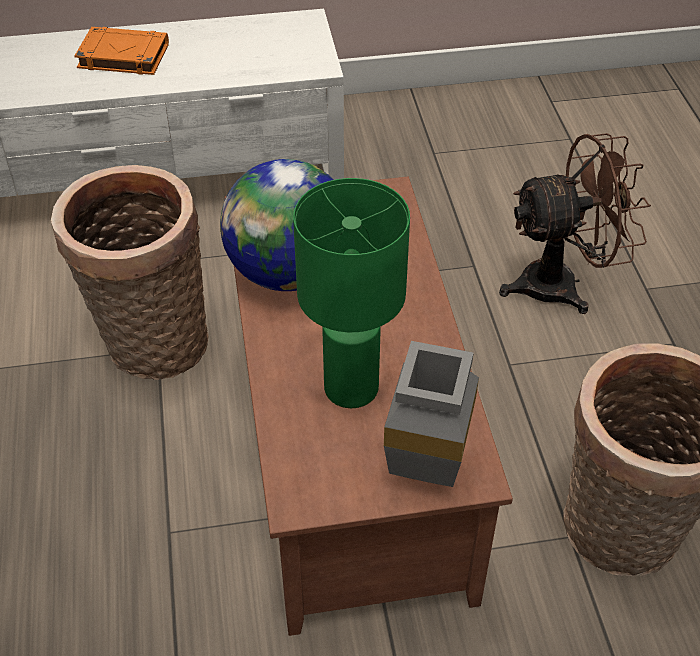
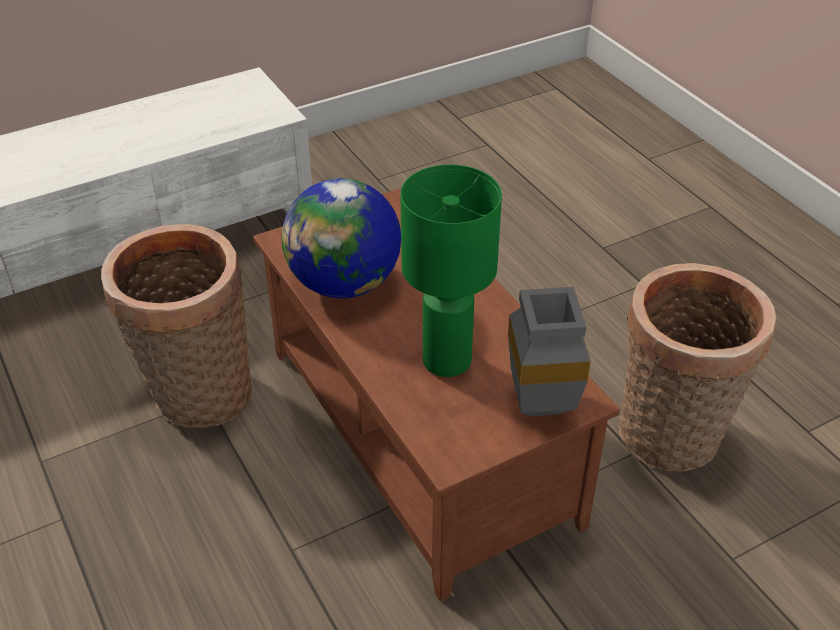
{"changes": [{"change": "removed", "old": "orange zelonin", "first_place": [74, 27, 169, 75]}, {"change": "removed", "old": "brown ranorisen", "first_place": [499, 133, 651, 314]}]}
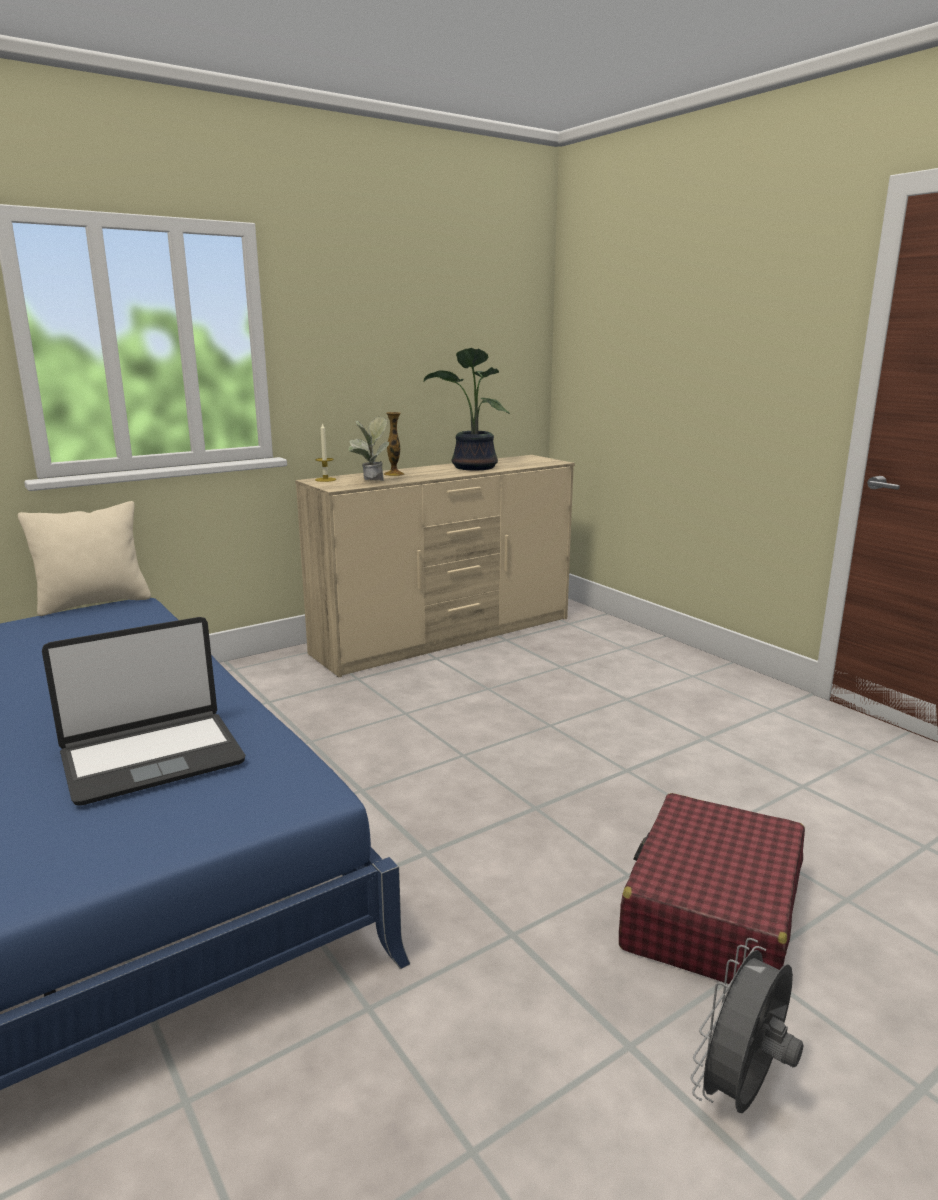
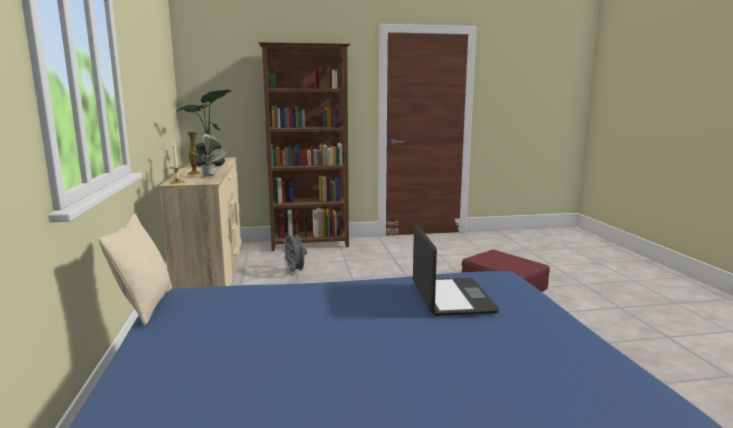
{"changes": [{"change": "added", "new": "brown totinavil", "second_place": [259, 42, 351, 251]}, {"change": "moved", "old": "grey ranorisen", "first_place": [690, 938, 803, 1113], "second_place": [282, 233, 307, 275]}]}
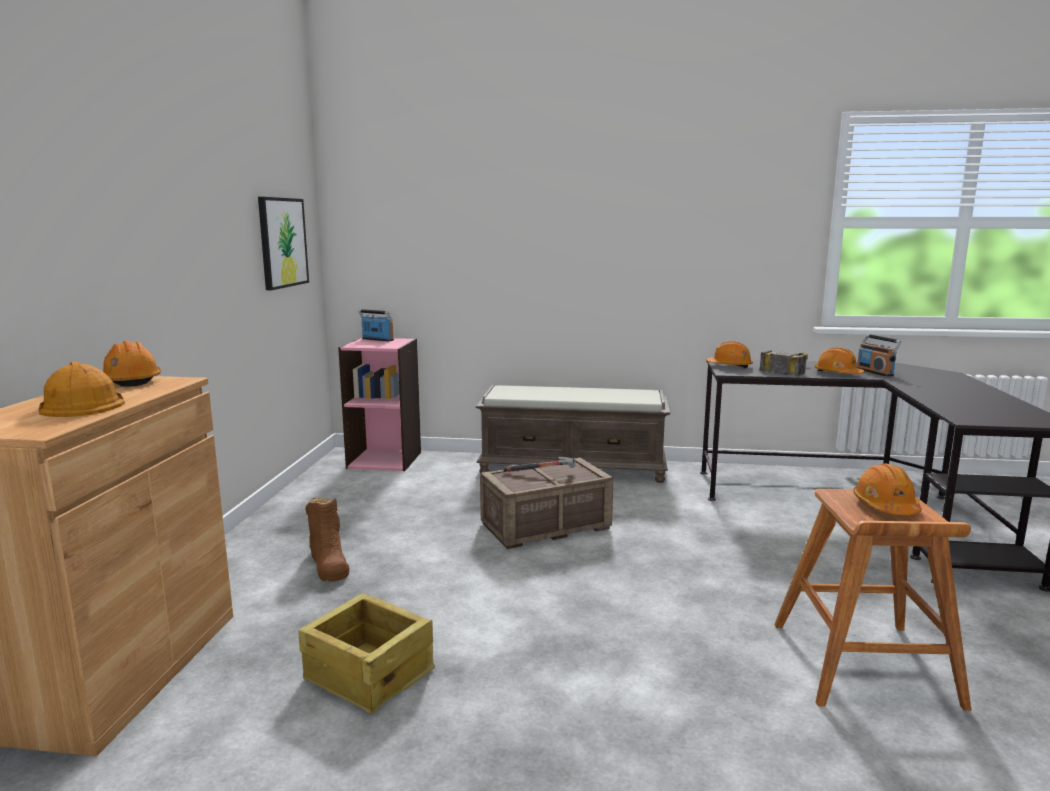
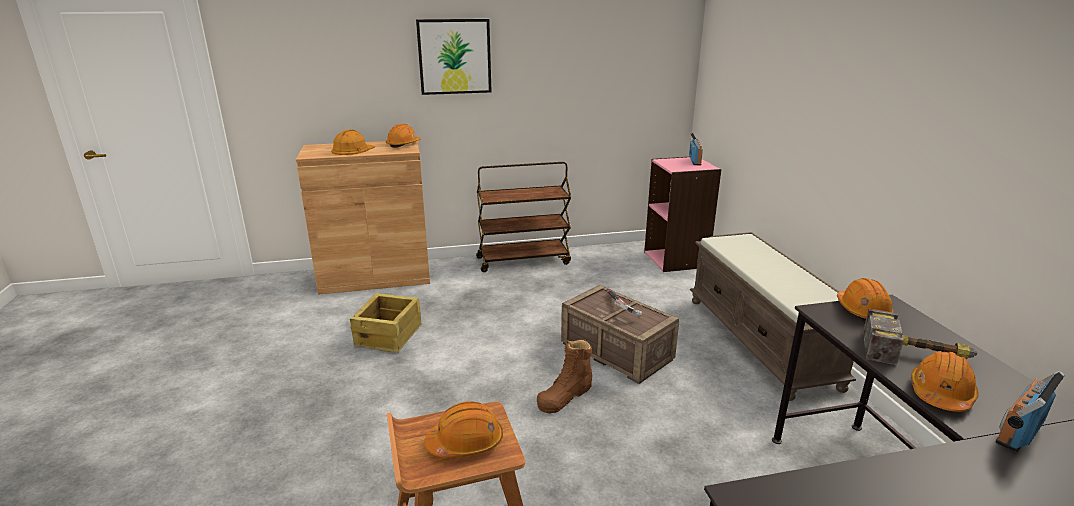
{"changes": [{"change": "added", "new": "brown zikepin", "second_place": [476, 162, 571, 272]}, {"change": "moved", "old": "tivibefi", "first_place": [258, 197, 309, 290], "second_place": [416, 19, 492, 95]}, {"change": "moved", "old": "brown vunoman", "first_place": [306, 498, 349, 582], "second_place": [537, 339, 592, 413]}]}
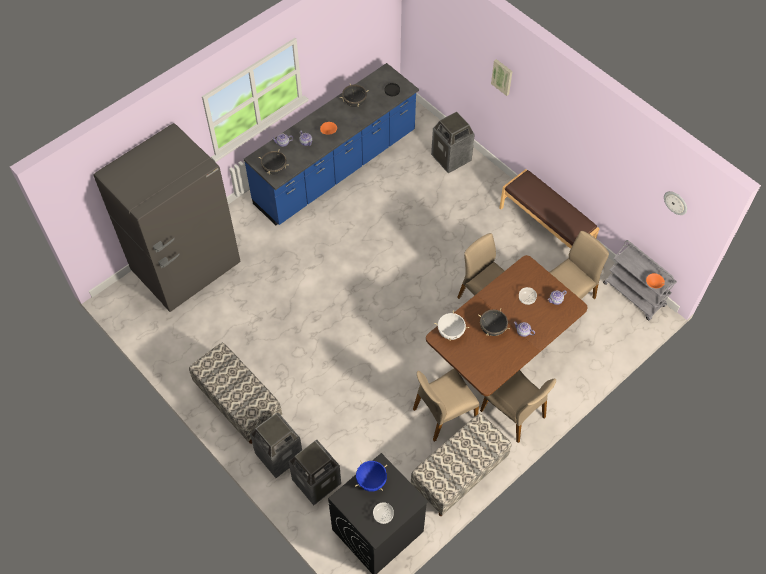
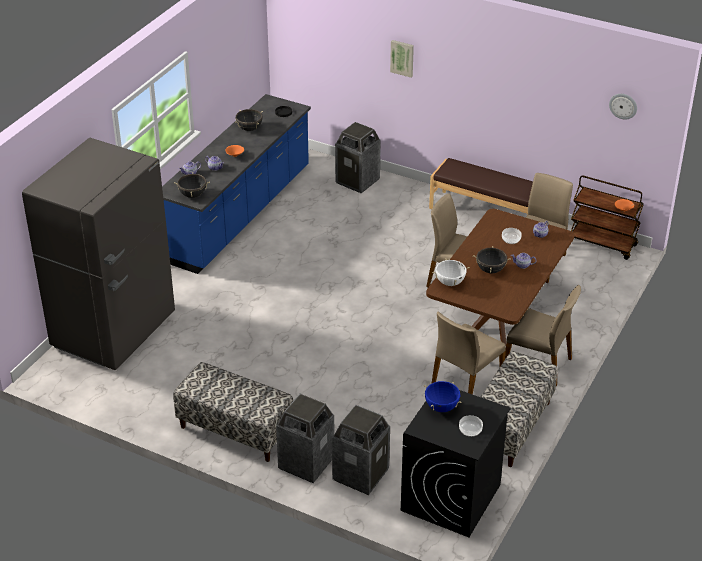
{"changes": [{"change": "recoloured", "old": "grey zikepin", "new": "brown zikepin", "first_place": [603, 240, 677, 320], "second_place": [571, 175, 644, 260]}]}
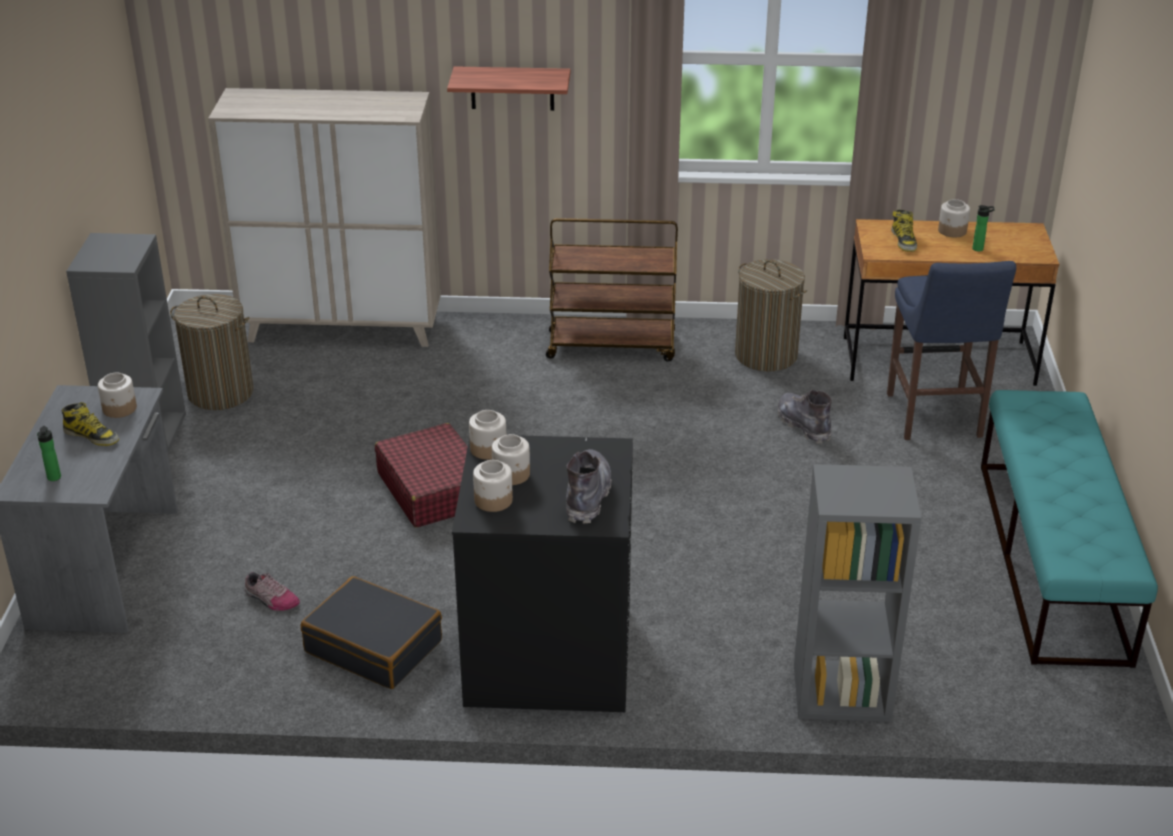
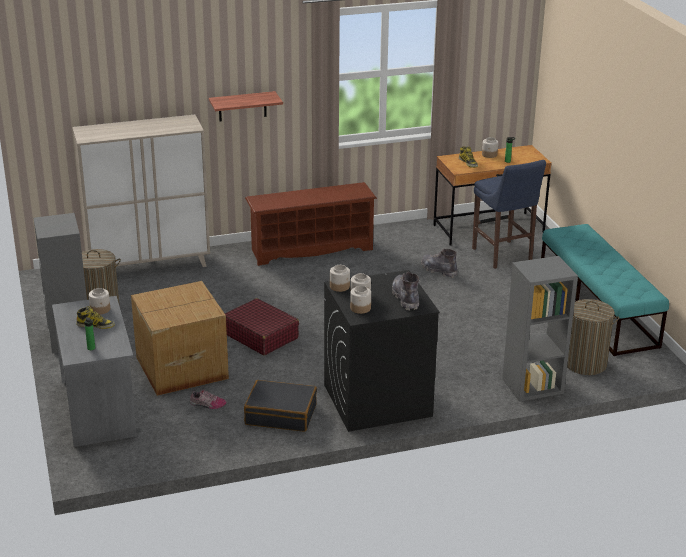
{"changes": [{"change": "added", "new": "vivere", "second_place": [131, 281, 229, 396]}, {"change": "moved", "old": "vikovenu", "first_place": [735, 259, 807, 372], "second_place": [567, 299, 619, 375]}, {"change": "replaced", "old": "brown zikepin", "new": "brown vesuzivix", "first_place": [546, 218, 678, 362], "second_place": [245, 182, 377, 266]}]}
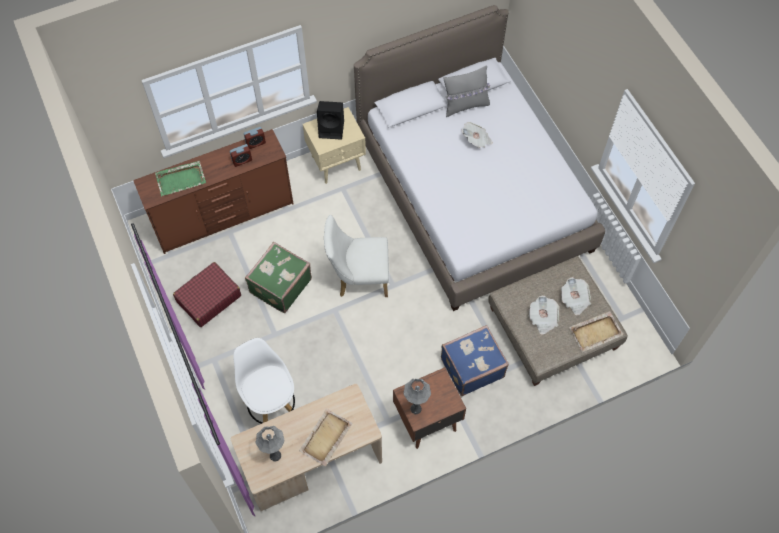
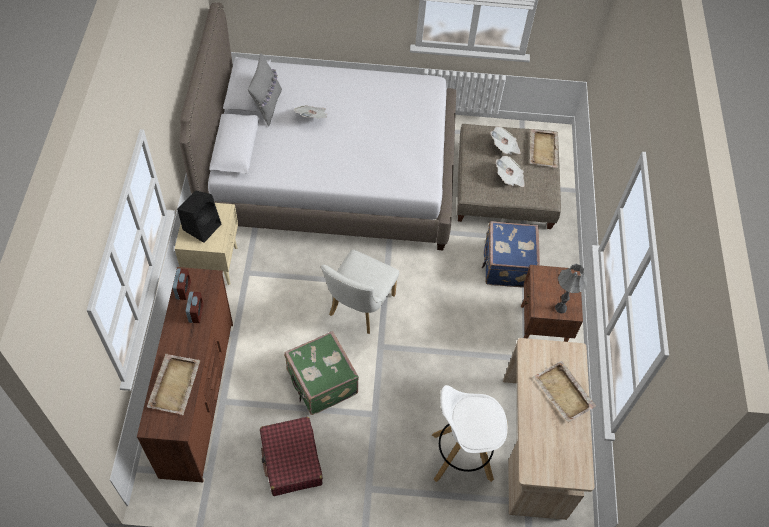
{"changes": [{"change": "removed", "old": "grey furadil", "first_place": [256, 426, 284, 461]}, {"change": "recoloured", "old": "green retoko", "new": "beige retoko", "first_place": [155, 161, 206, 196], "second_place": [147, 354, 200, 415]}]}
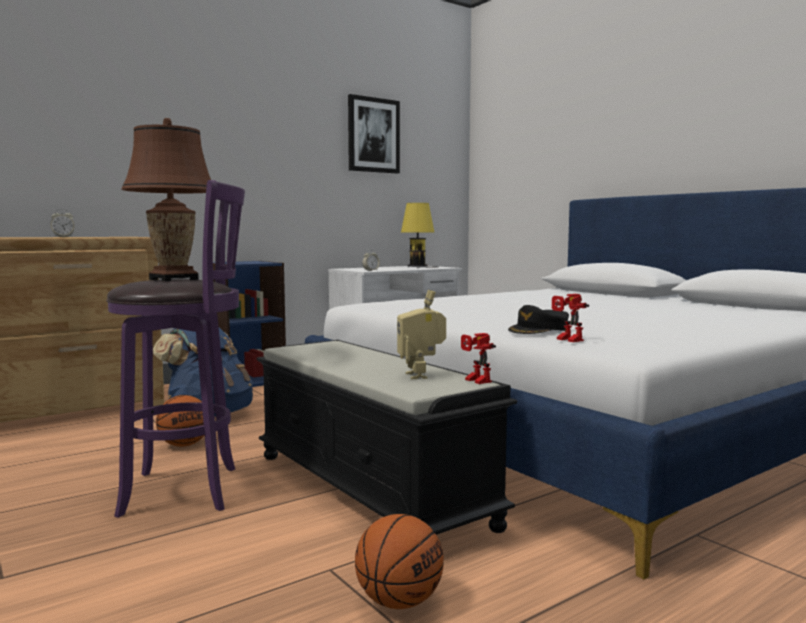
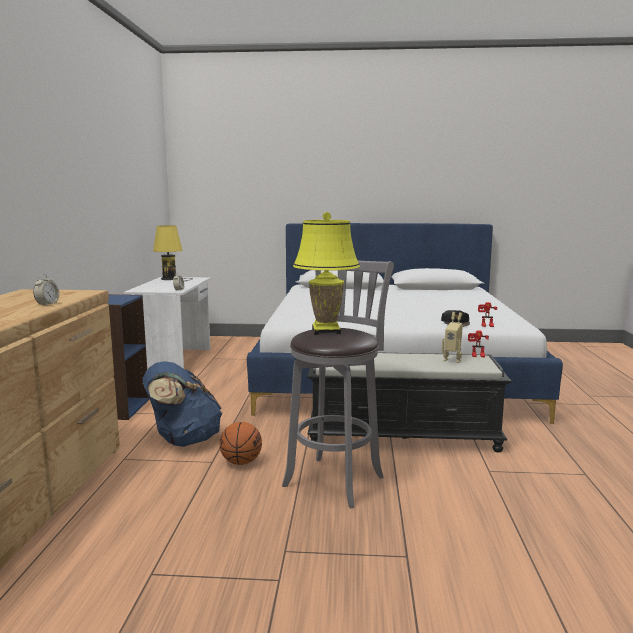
{"changes": [{"change": "removed", "old": "tivibefi", "first_place": [348, 94, 400, 174]}, {"change": "removed", "old": "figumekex", "first_place": [355, 514, 444, 609]}, {"change": "recoloured", "old": "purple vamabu", "new": "grey vamabu", "first_place": [106, 180, 245, 518], "second_place": [282, 260, 394, 508]}, {"change": "recoloured", "old": "brown furadil", "new": "yellow furadil", "first_place": [121, 118, 211, 282], "second_place": [293, 212, 360, 335]}]}
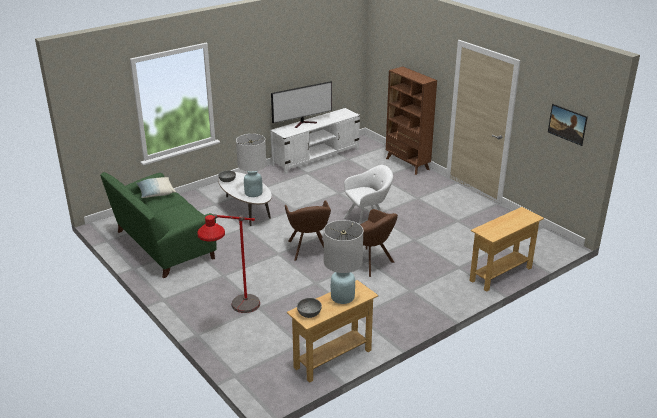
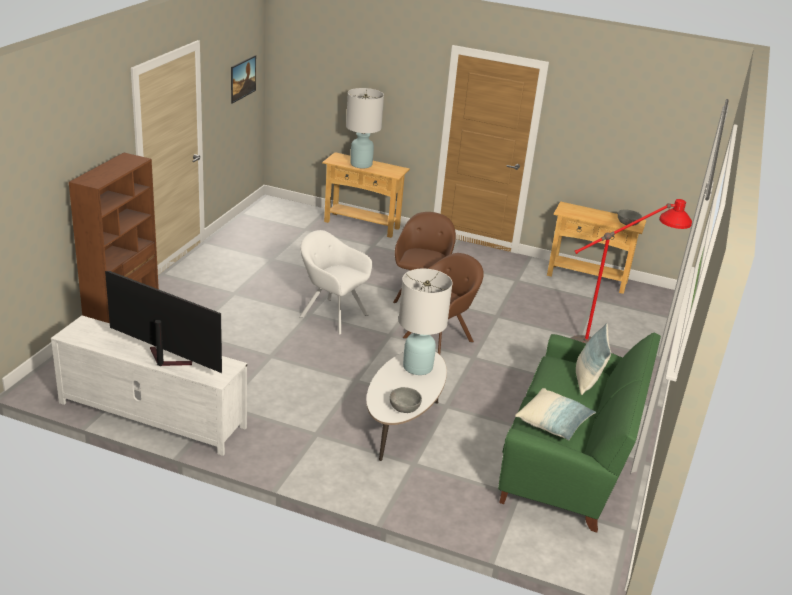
{"changes": [{"change": "added", "new": "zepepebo", "second_place": [576, 323, 611, 395]}, {"change": "moved", "old": "white furadil", "first_place": [324, 220, 364, 304], "second_place": [346, 88, 384, 168]}]}
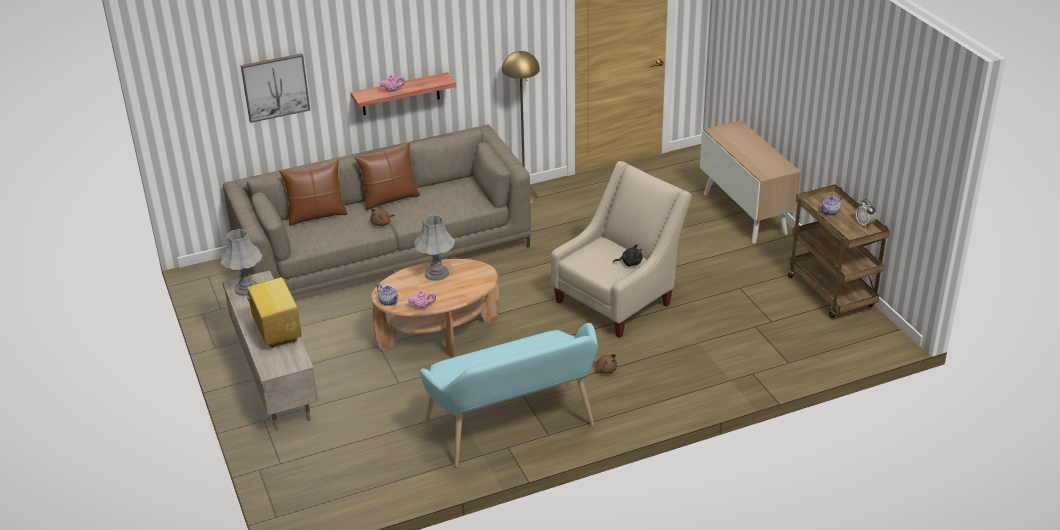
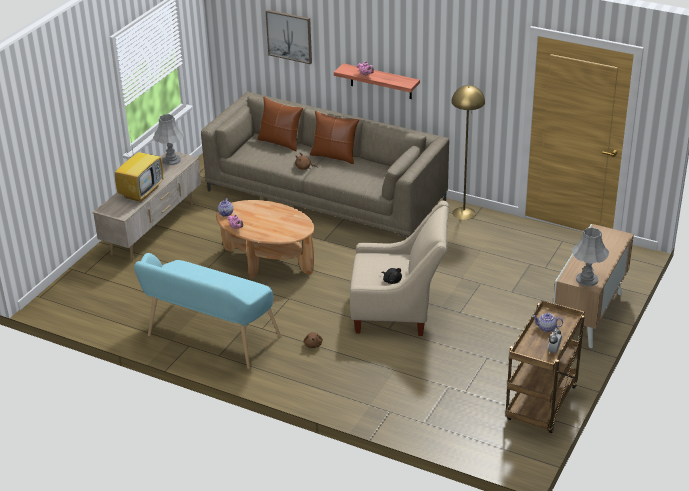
{"changes": [{"change": "moved", "old": "grey furadil", "first_place": [415, 215, 455, 281], "second_place": [572, 227, 609, 286]}]}
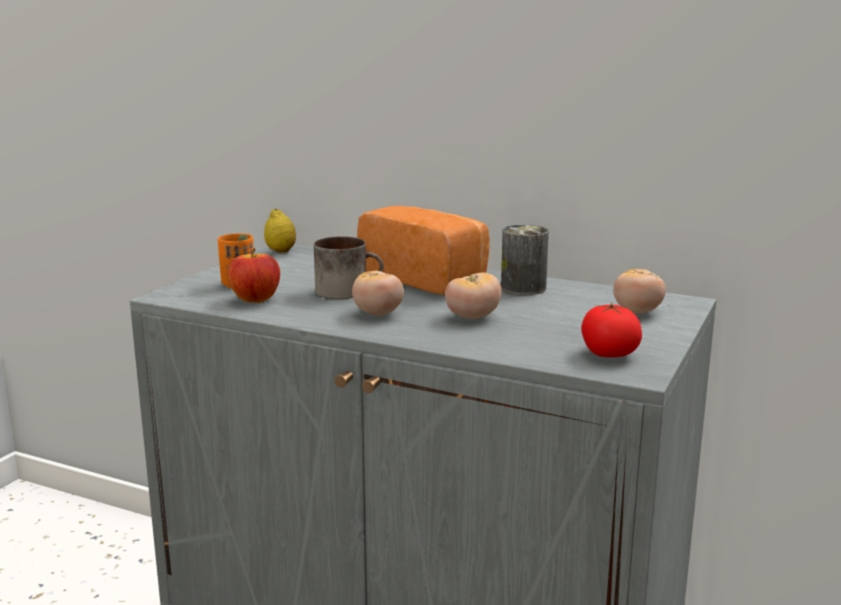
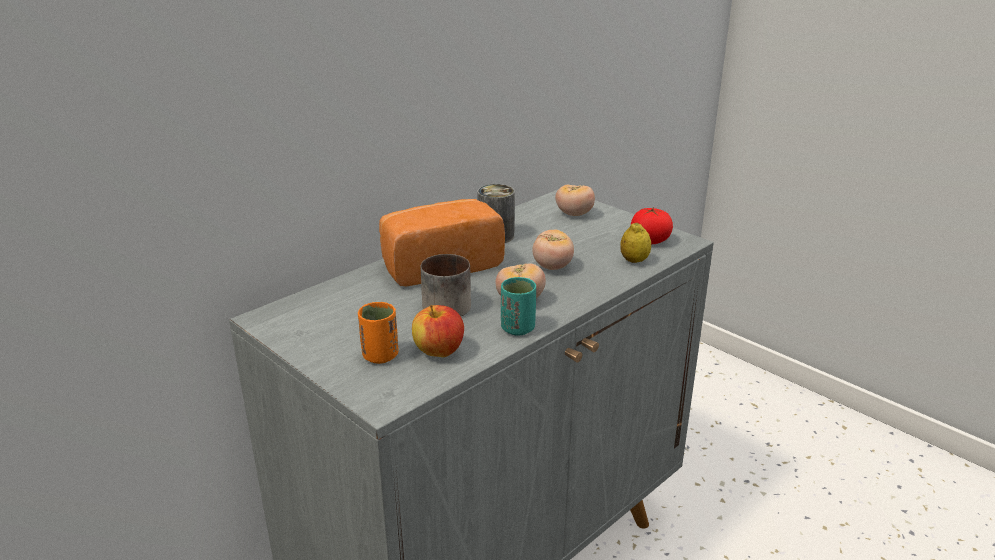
{"changes": [{"change": "added", "new": "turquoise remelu", "second_place": [501, 277, 536, 335]}, {"change": "moved", "old": "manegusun", "first_place": [264, 209, 296, 253], "second_place": [620, 223, 651, 263]}]}
